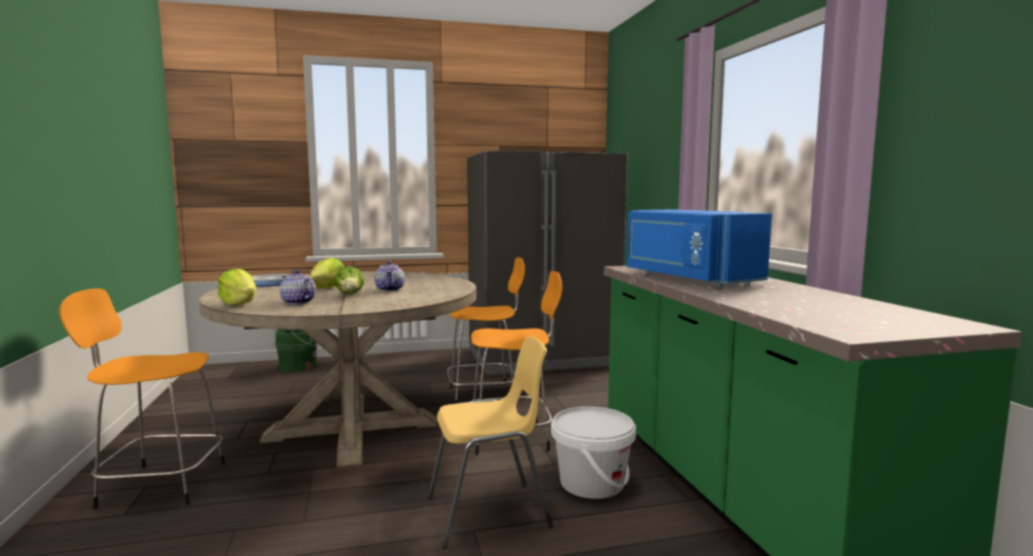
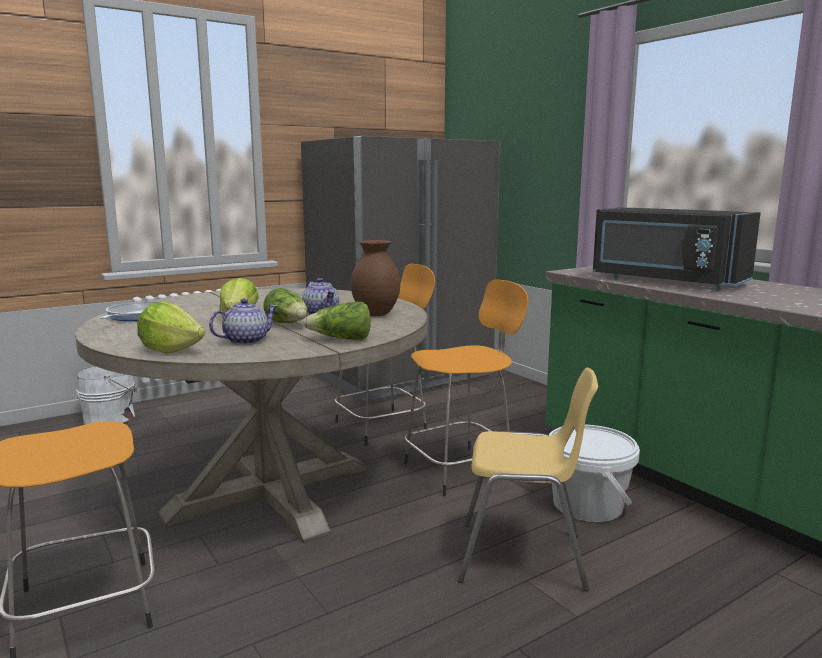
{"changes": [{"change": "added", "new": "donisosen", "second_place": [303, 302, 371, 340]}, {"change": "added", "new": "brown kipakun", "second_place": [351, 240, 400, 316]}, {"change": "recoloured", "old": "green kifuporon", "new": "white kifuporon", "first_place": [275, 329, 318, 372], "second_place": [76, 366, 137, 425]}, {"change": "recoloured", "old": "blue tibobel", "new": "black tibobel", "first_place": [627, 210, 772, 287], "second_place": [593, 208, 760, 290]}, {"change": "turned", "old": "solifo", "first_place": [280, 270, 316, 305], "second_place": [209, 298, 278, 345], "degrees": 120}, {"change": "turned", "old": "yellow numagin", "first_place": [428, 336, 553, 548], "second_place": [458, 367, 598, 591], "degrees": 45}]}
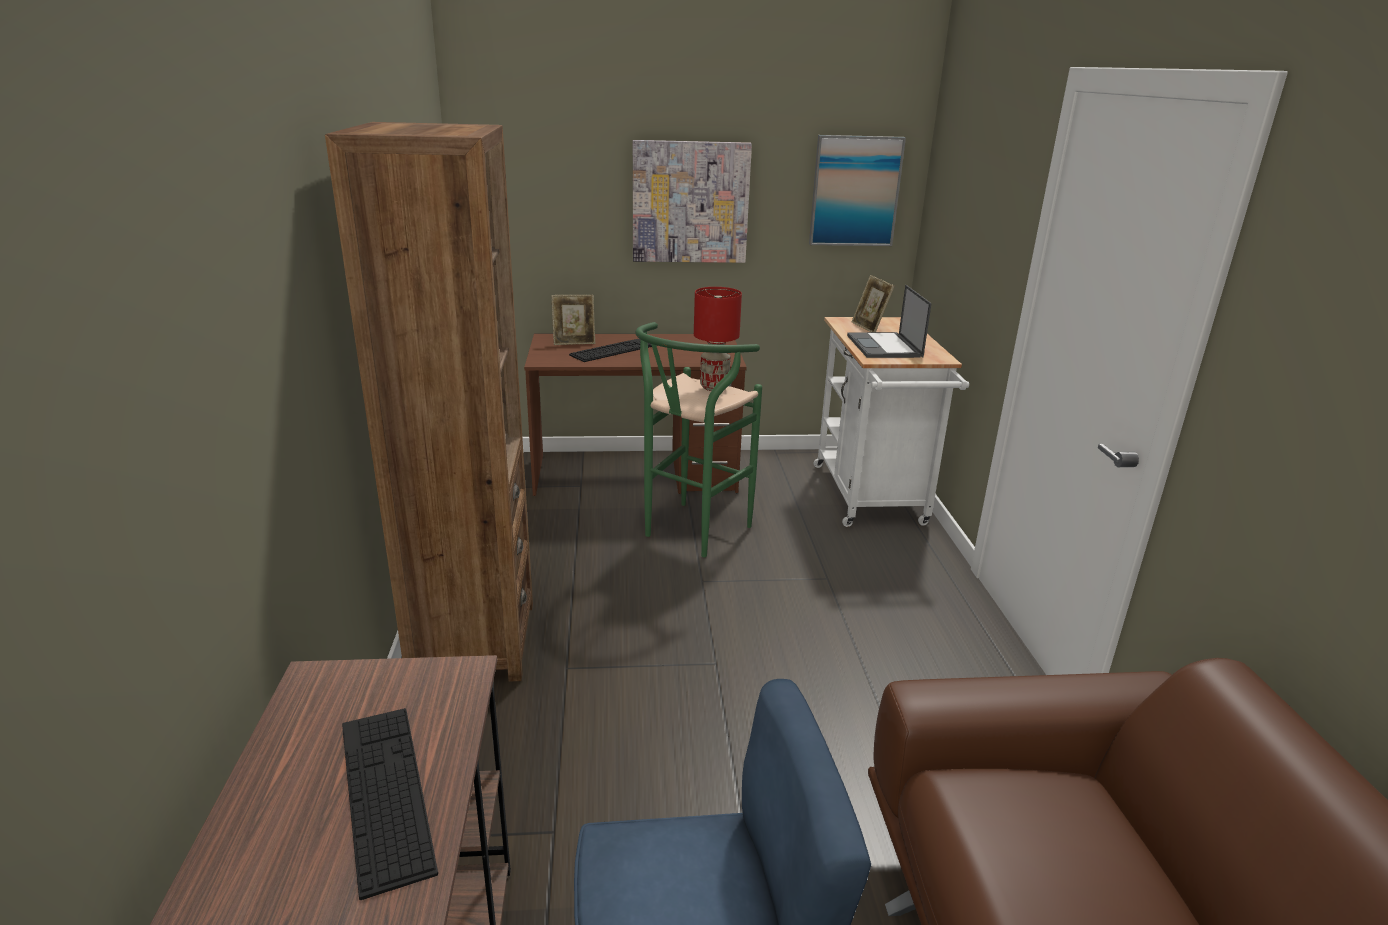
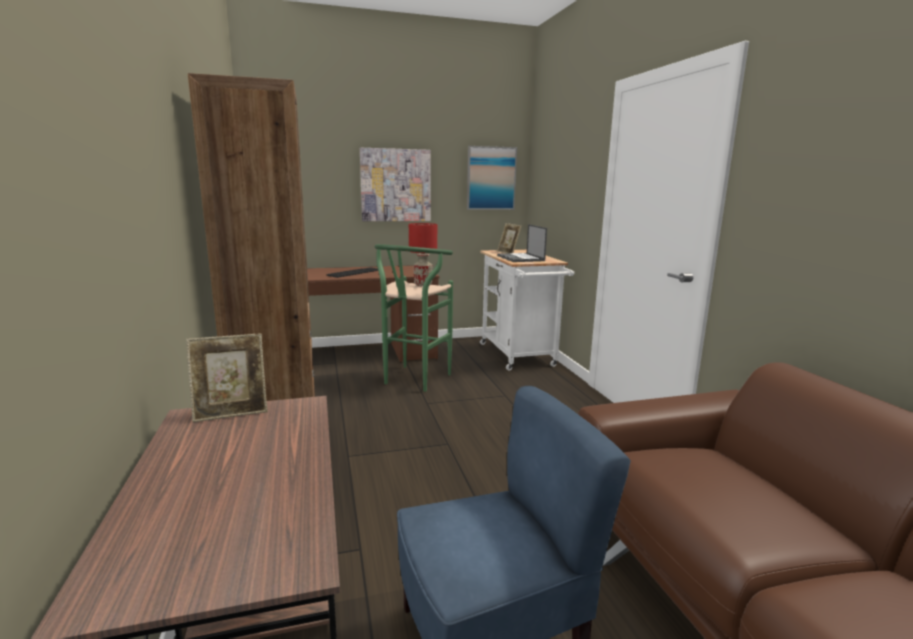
{"changes": [{"change": "removed", "old": "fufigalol", "first_place": [342, 708, 438, 900]}, {"change": "moved", "old": "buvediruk", "first_place": [551, 295, 595, 345], "second_place": [186, 333, 268, 422]}]}
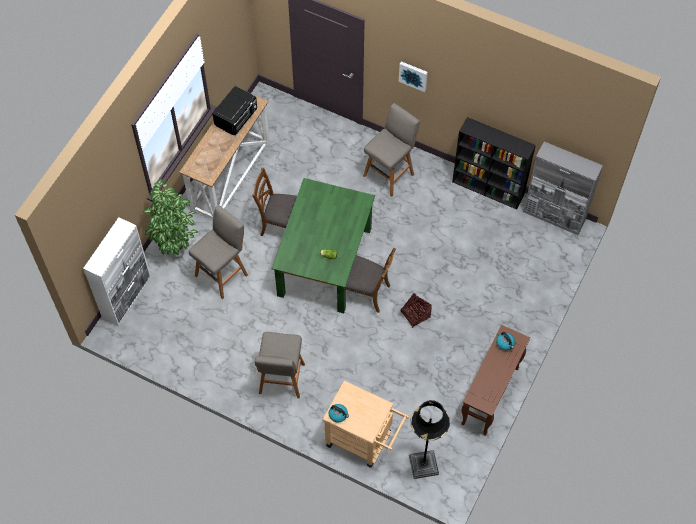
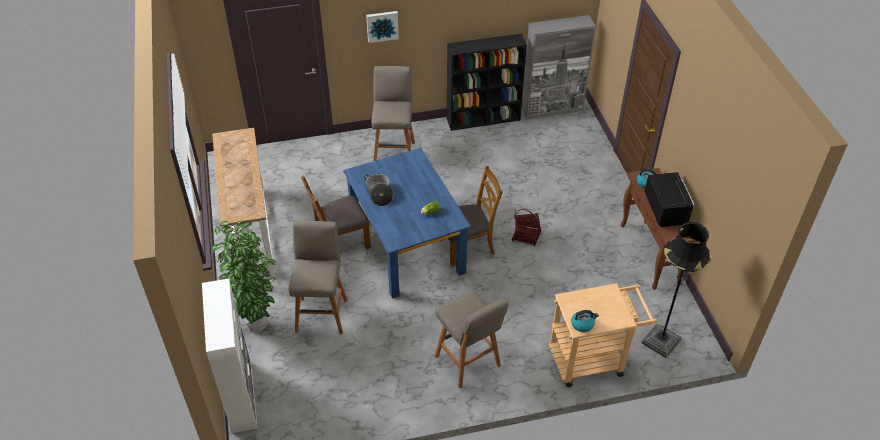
{"changes": [{"change": "added", "new": "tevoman", "second_place": [364, 173, 393, 206]}, {"change": "moved", "old": "black tibobel", "first_place": [212, 86, 257, 136], "second_place": [645, 172, 694, 227]}, {"change": "recoloured", "old": "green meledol", "new": "blue meledol", "first_place": [271, 178, 375, 313], "second_place": [343, 147, 471, 299]}]}
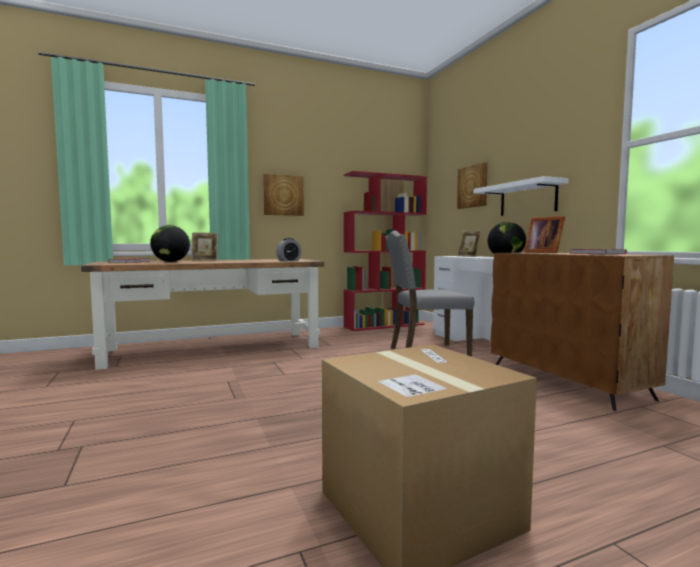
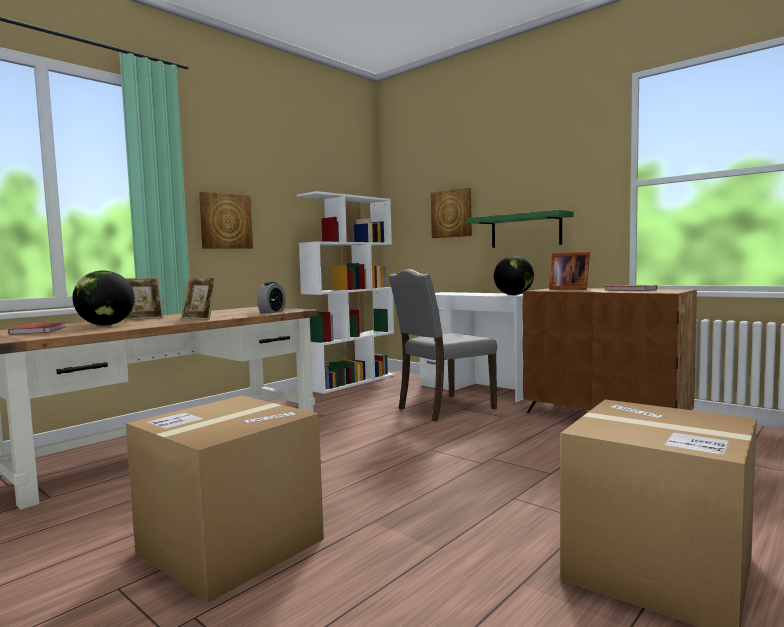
{"changes": [{"change": "added", "new": "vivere", "second_place": [126, 396, 324, 603]}, {"change": "moved", "old": "buvediruk", "first_place": [457, 230, 482, 257], "second_place": [181, 277, 217, 320]}, {"change": "recoloured", "old": "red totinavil", "new": "white totinavil", "first_place": [344, 171, 427, 331], "second_place": [297, 191, 395, 394]}, {"change": "recoloured", "old": "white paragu", "new": "green paragu", "first_place": [473, 176, 569, 216], "second_place": [466, 210, 574, 248]}]}
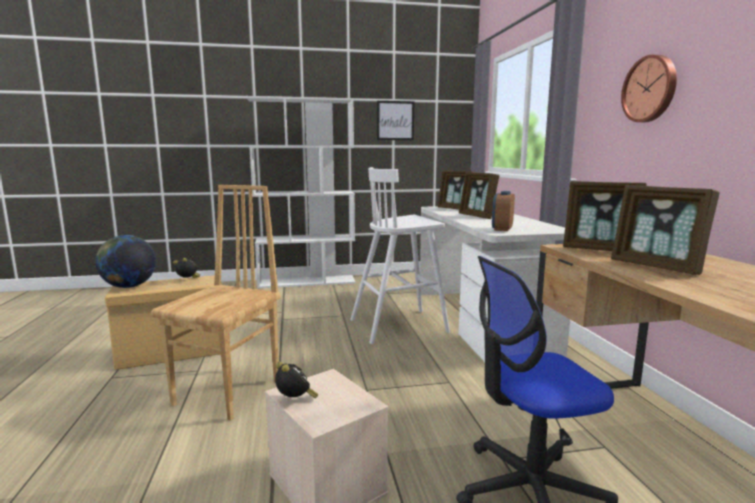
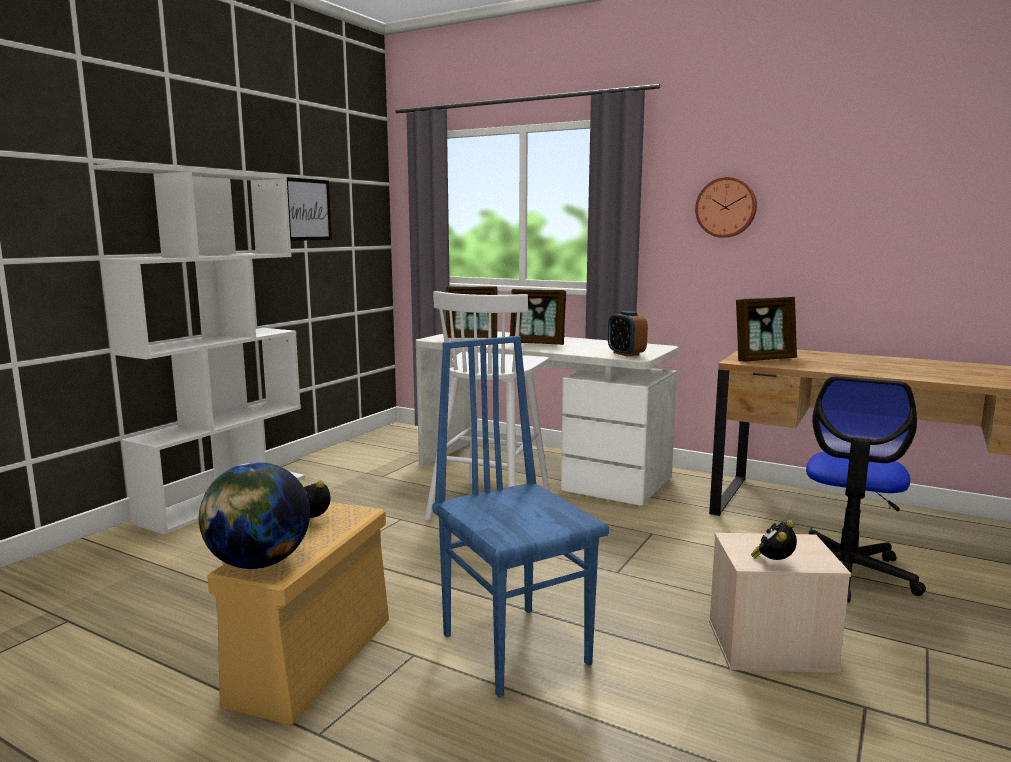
{"changes": [{"change": "removed", "old": "buvediruk", "first_place": [611, 185, 720, 275]}, {"change": "recoloured", "old": "brown numagin", "new": "blue numagin", "first_place": [151, 185, 281, 421], "second_place": [432, 336, 609, 698]}, {"change": "turned", "old": "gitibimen", "first_place": [275, 362, 318, 398], "second_place": [751, 520, 797, 560], "degrees": -60}]}
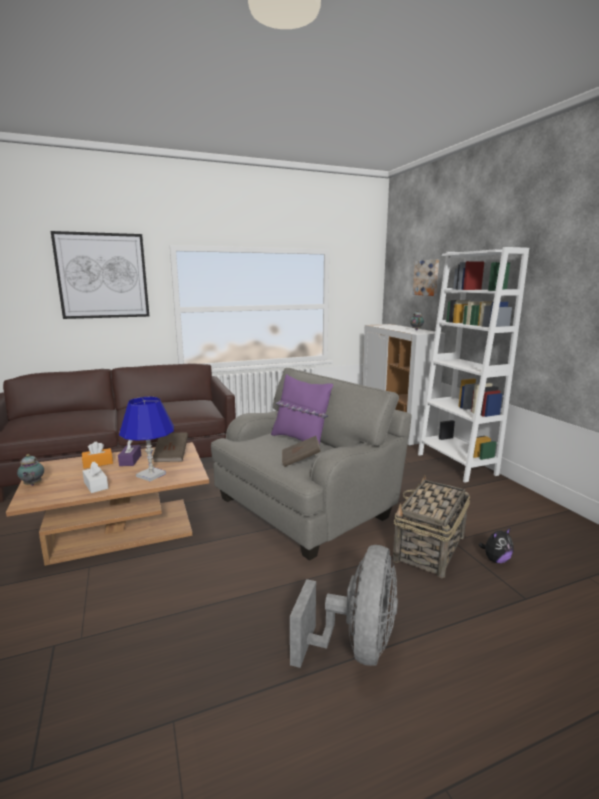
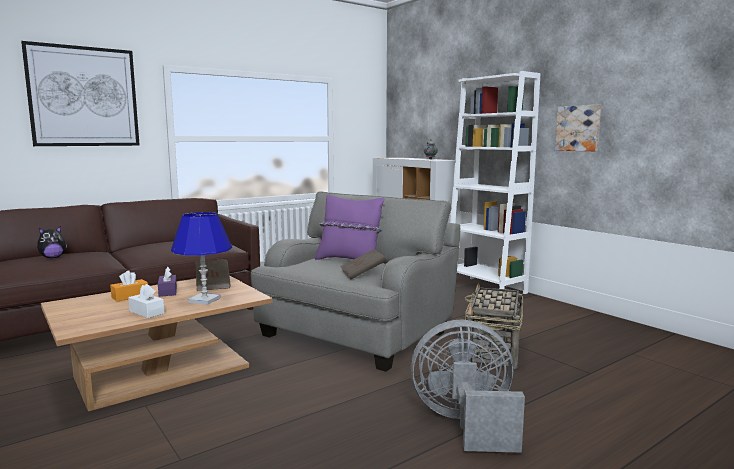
{"changes": [{"change": "removed", "old": "solifo", "first_place": [17, 454, 44, 486]}, {"change": "moved", "old": "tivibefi", "first_place": [413, 260, 439, 296], "second_place": [555, 105, 601, 151]}, {"change": "moved", "old": "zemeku", "first_place": [479, 528, 514, 563], "second_place": [37, 226, 67, 258]}, {"change": "turned", "old": "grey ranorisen", "first_place": [290, 545, 398, 668], "second_place": [410, 320, 525, 453], "degrees": -90}]}
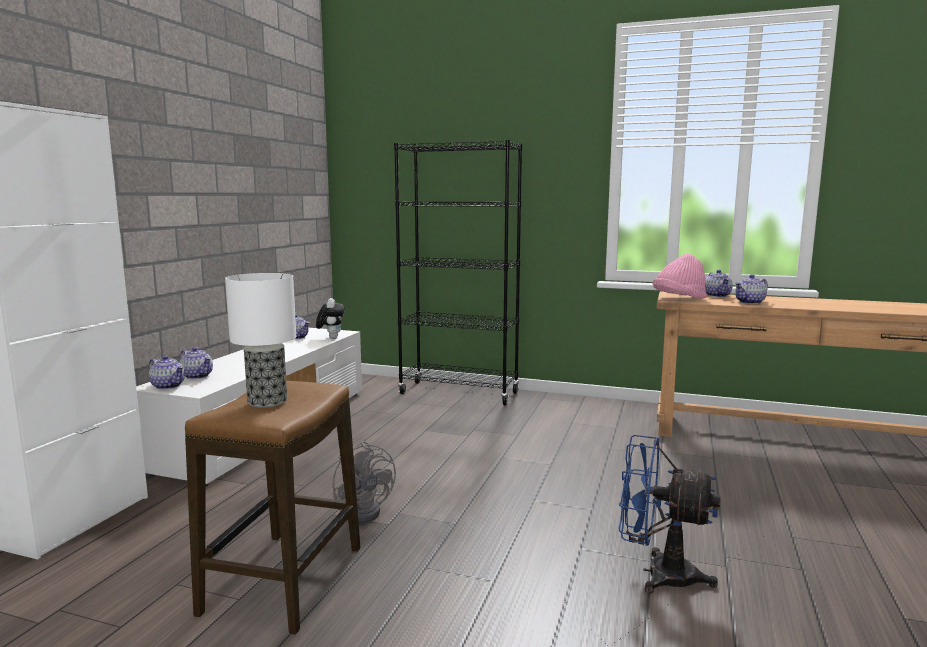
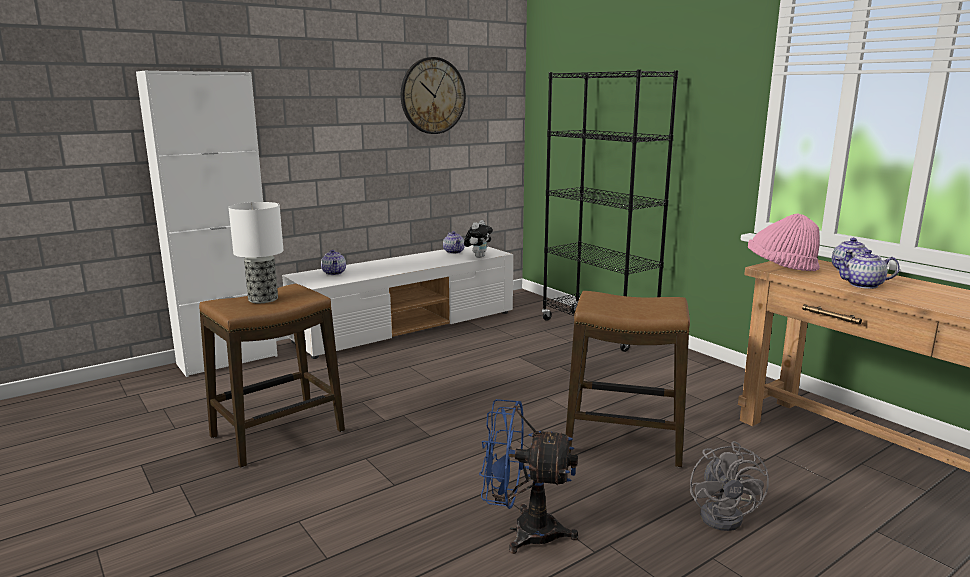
{"changes": [{"change": "removed", "old": "solifo", "first_place": [149, 355, 185, 390]}, {"change": "added", "new": "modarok", "second_place": [401, 57, 466, 134]}, {"change": "added", "new": "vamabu", "second_place": [566, 291, 690, 467]}, {"change": "moved", "old": "grey ranorisen", "first_place": [333, 441, 396, 523], "second_place": [690, 441, 769, 531]}, {"change": "turned", "old": "blue ranorisen", "first_place": [619, 435, 721, 594], "second_place": [479, 399, 578, 554], "degrees": -45}]}
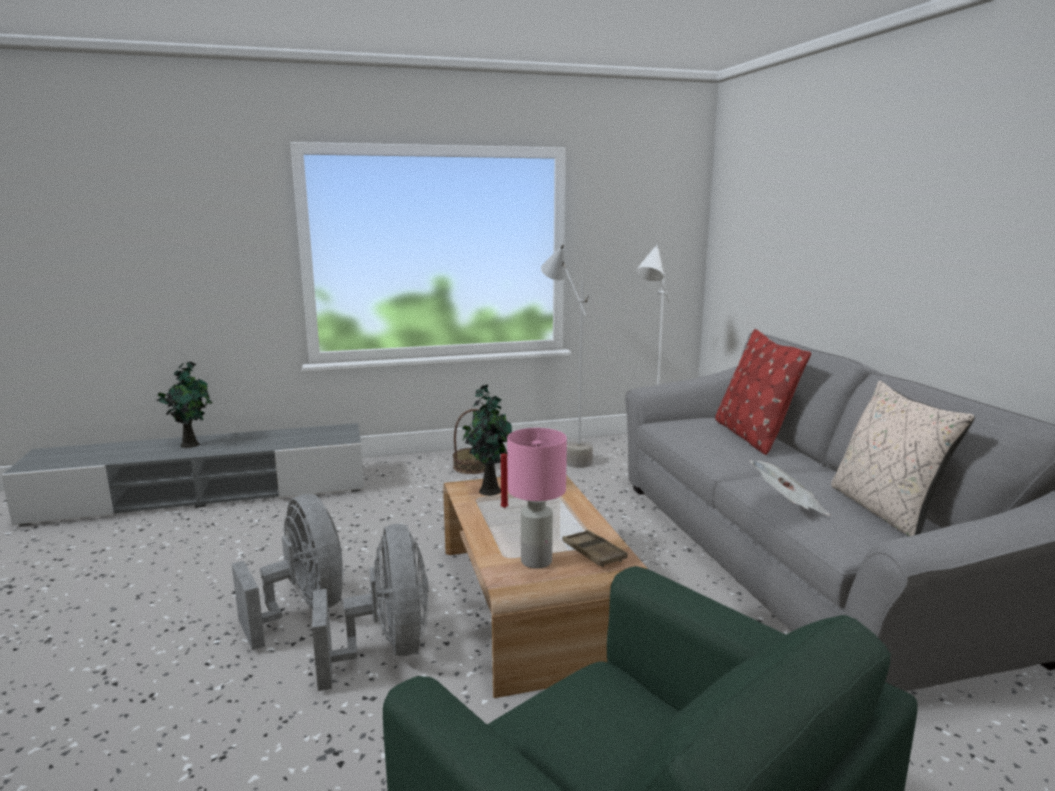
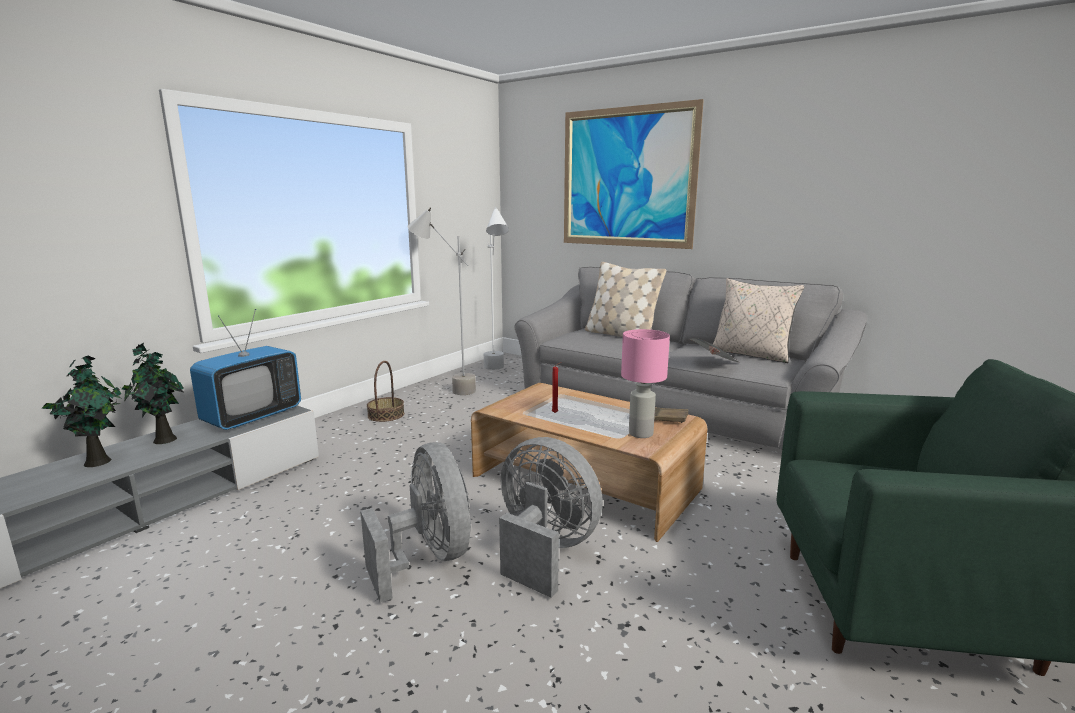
{"changes": [{"change": "added", "new": "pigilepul", "second_place": [190, 309, 301, 430]}, {"change": "added", "new": "tivibefi", "second_place": [564, 99, 704, 249]}, {"change": "moved", "old": "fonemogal", "first_place": [462, 384, 512, 496], "second_place": [122, 343, 185, 444]}, {"change": "recoloured", "old": "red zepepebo", "new": "beige zepepebo", "first_place": [715, 329, 811, 455], "second_place": [585, 262, 666, 337]}, {"change": "turned", "old": "grey ranorisen", "first_place": [232, 494, 344, 650], "second_place": [360, 442, 471, 602], "degrees": 45}]}
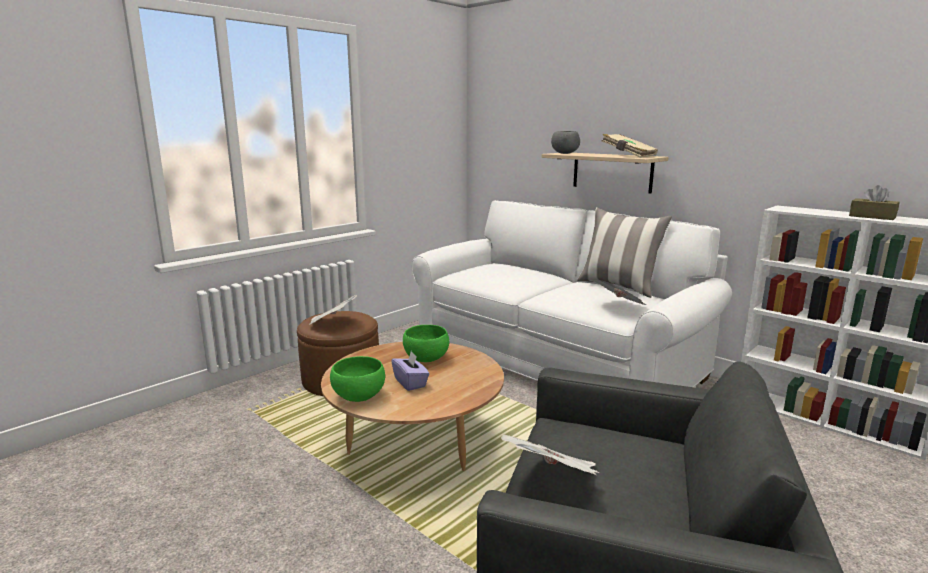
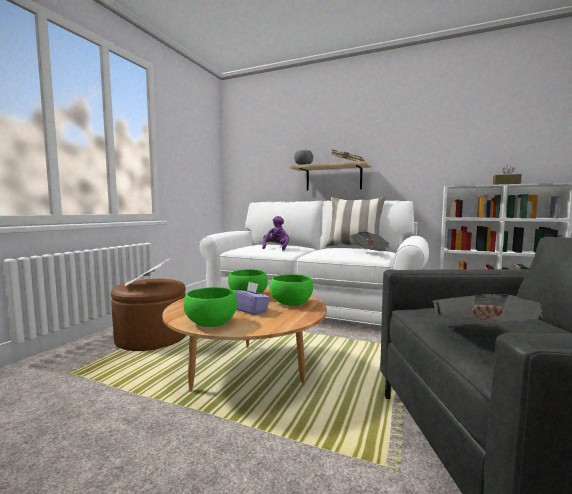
{"changes": [{"change": "added", "new": "purple zemeku", "second_place": [262, 216, 289, 251]}, {"change": "added", "new": "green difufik", "second_place": [270, 274, 313, 306]}]}
